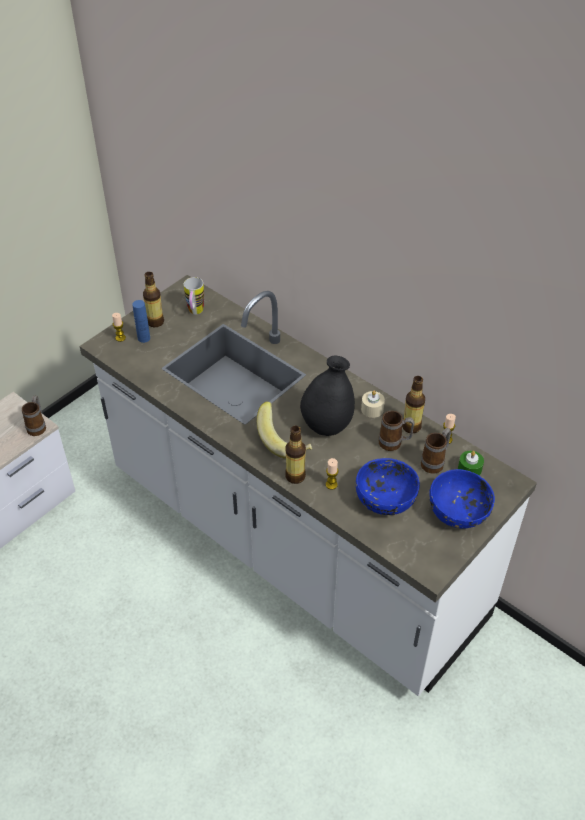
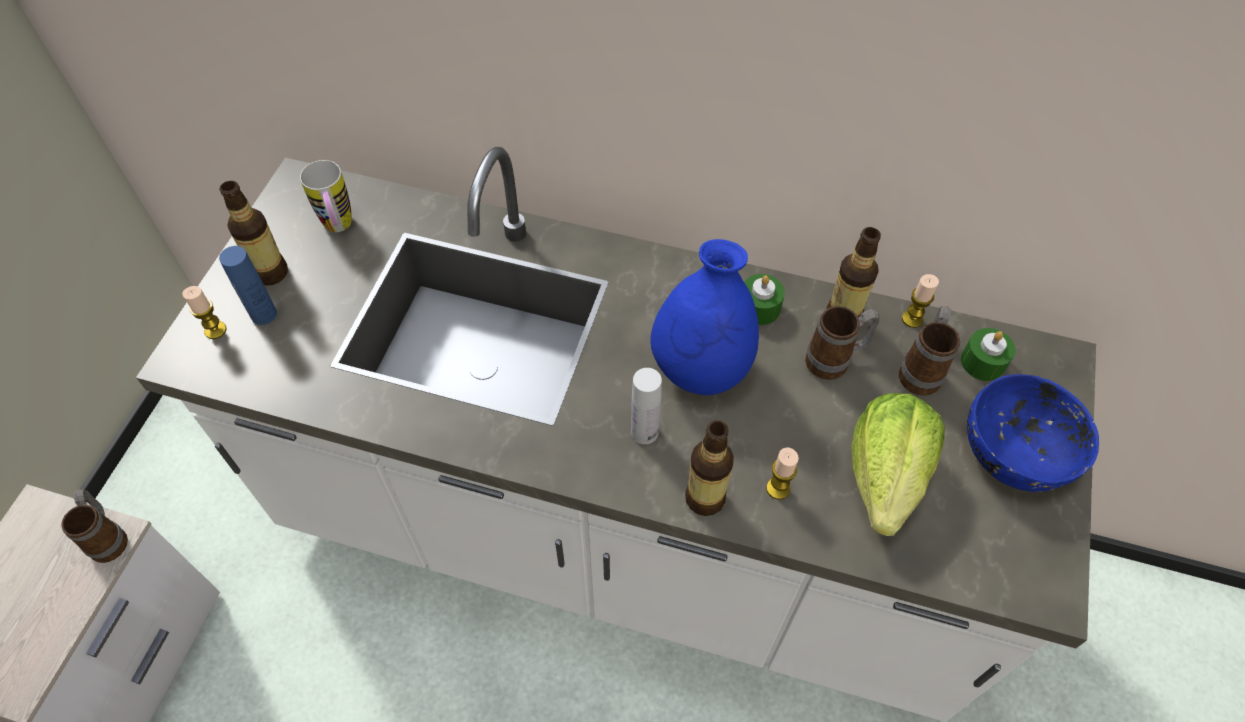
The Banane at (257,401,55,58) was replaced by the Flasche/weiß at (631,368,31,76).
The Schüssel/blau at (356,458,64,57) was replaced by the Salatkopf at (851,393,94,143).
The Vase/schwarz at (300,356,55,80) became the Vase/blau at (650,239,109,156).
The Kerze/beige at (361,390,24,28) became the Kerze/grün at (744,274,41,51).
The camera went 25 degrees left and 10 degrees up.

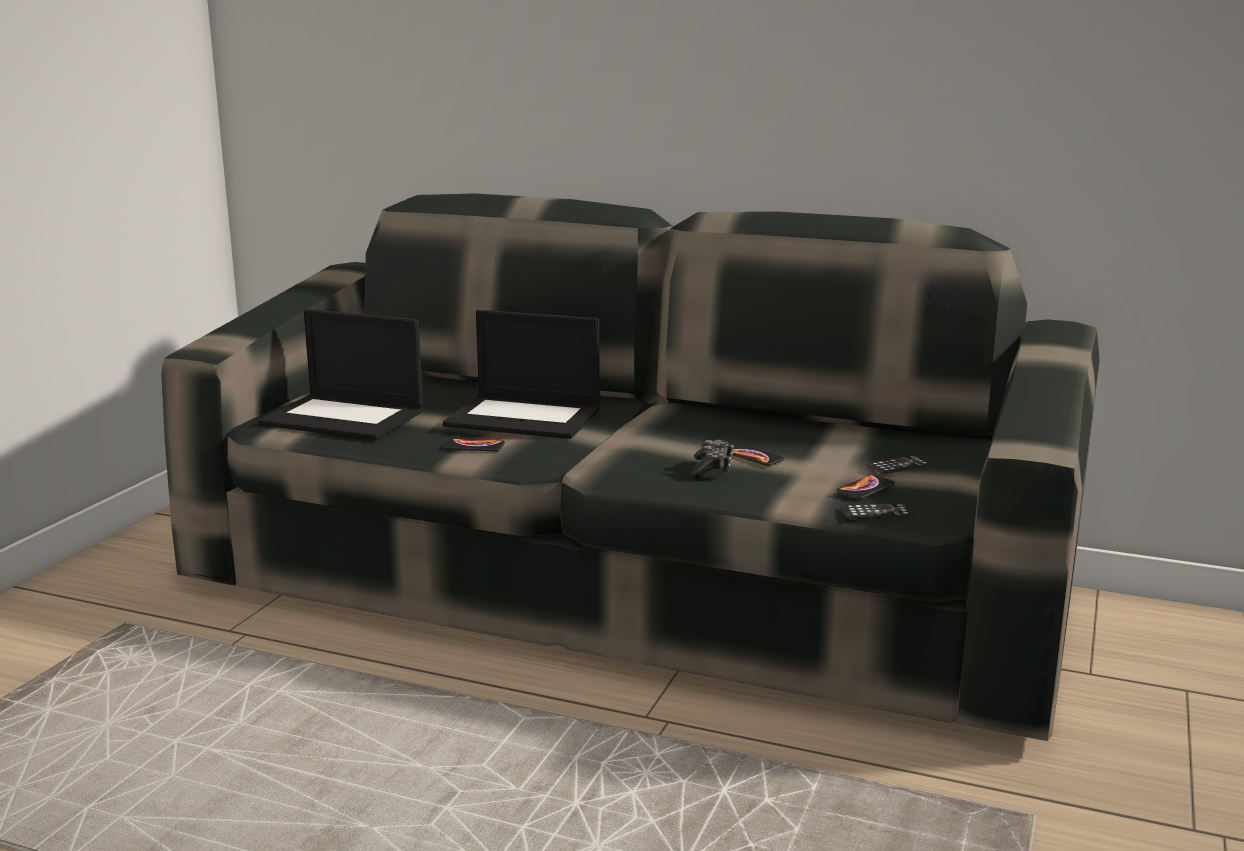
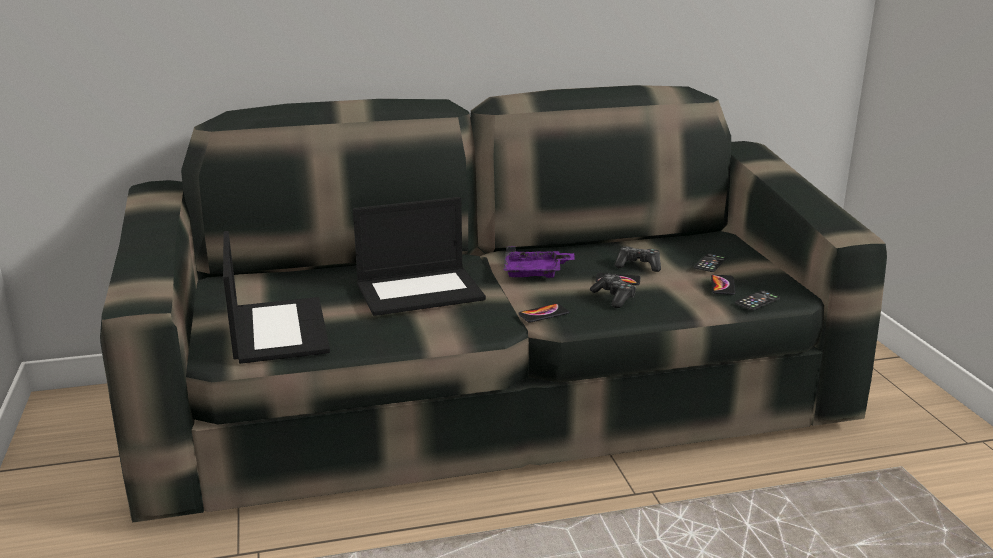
The Tablett/lila at (503,246,72,32) appeared.
The Gamepad at (614,247,47,25) appeared.
The Handy moved from (444,438,61,14) to (518,304,51,19).
The Laptop at (258,309,165,131) turned 90 degrees counterclockwise.
The camera went 35 degrees left and 5 degrees up.

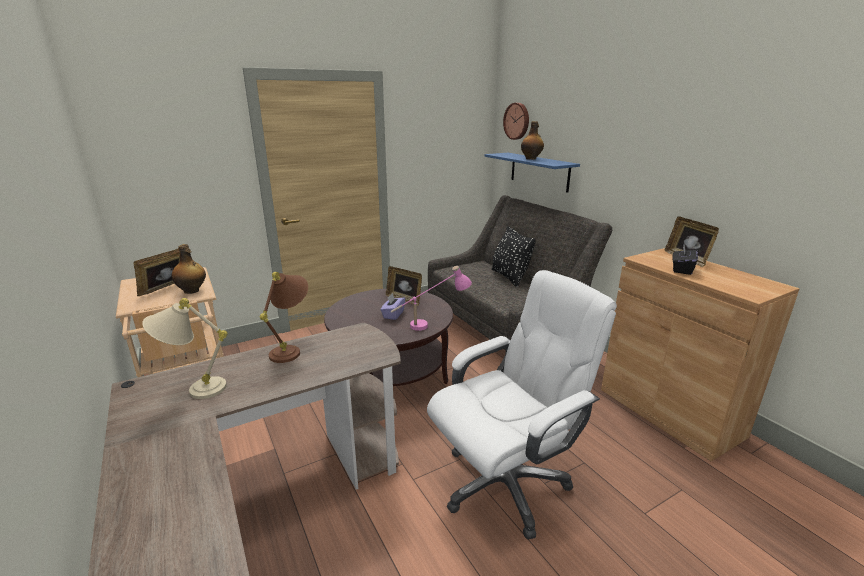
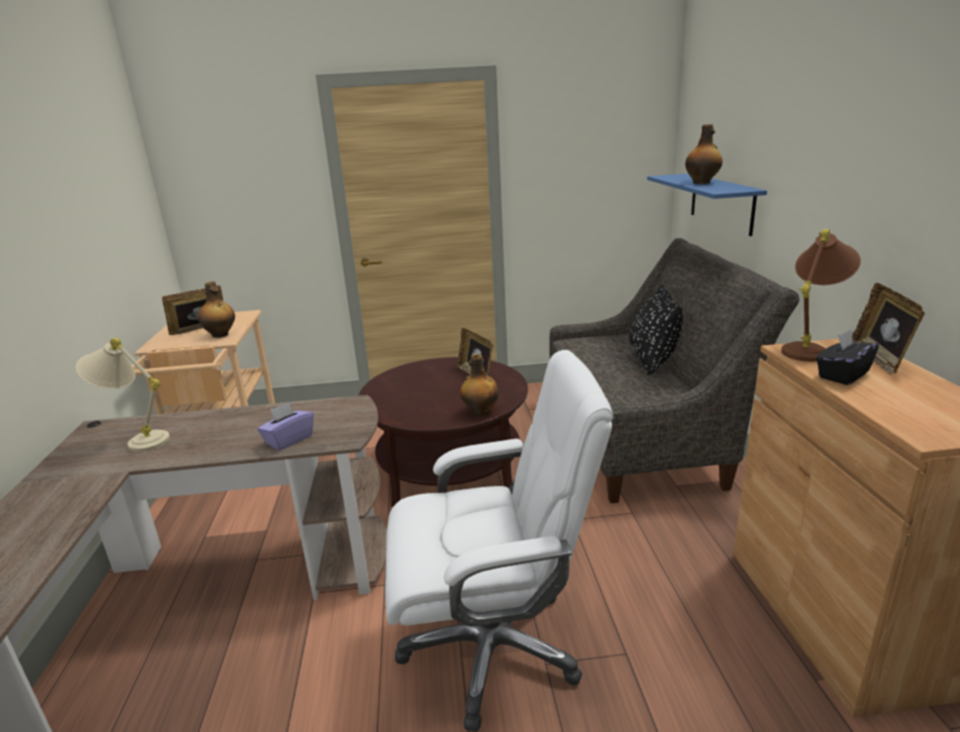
The Wanduhr at (503,103,26,37) disappeared.
The Tischlampe/braun moved from (259,272,49,91) to (781,229,80,133).
The Taschentuchbox/lila moved from (380,293,25,27) to (257,402,57,49).
The Tischlampe/rosa at (391,266,81,65) was replaced by the Flasche at (460,354,39,61).
The camera went 25 degrees right and 0 degrees up.

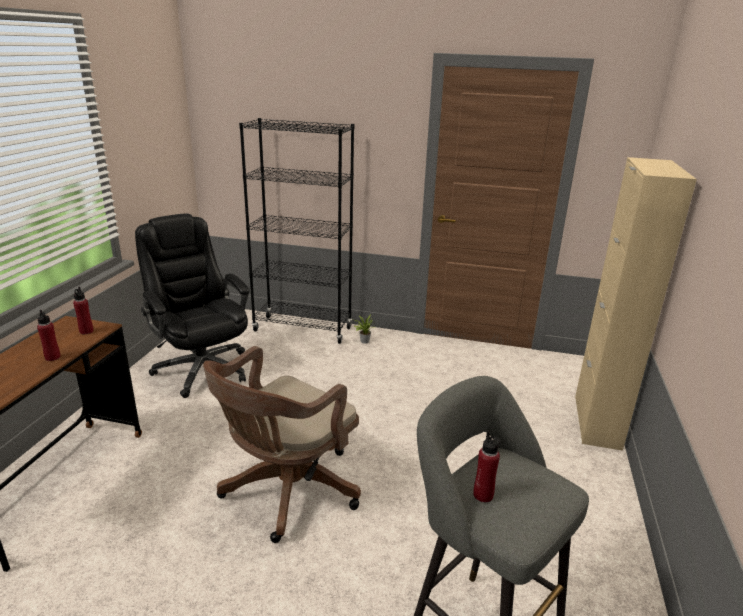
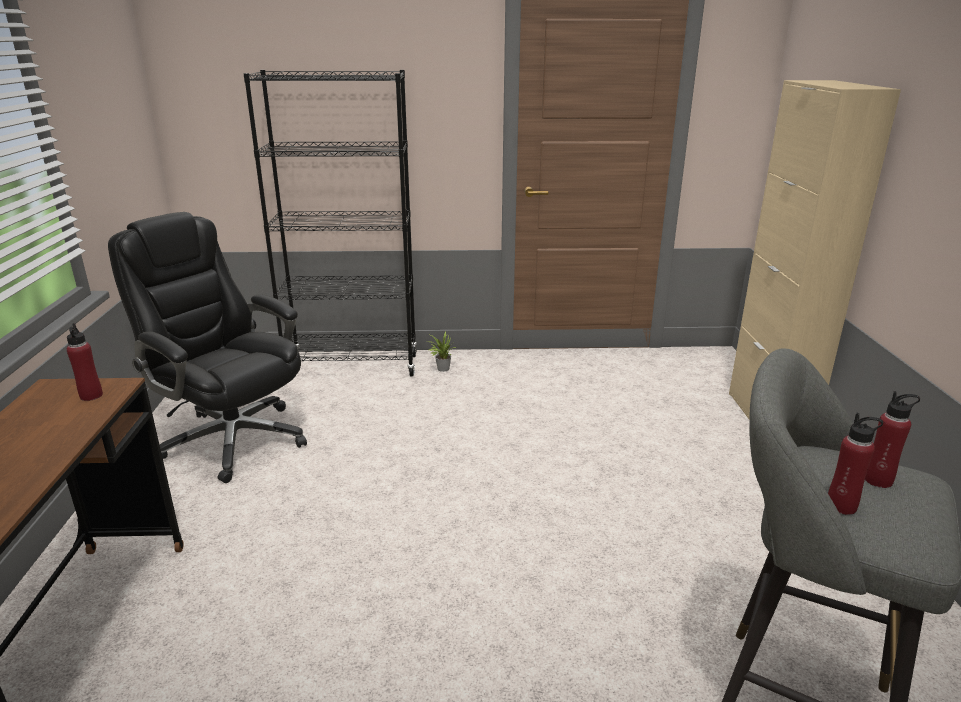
The Bürostuhl/braun at (203,346,158,197) disappeared.
The Flasche/rot moved from (37,310,24,51) to (865,391,55,97).
The camera went 15 degrees left and 0 degrees up.

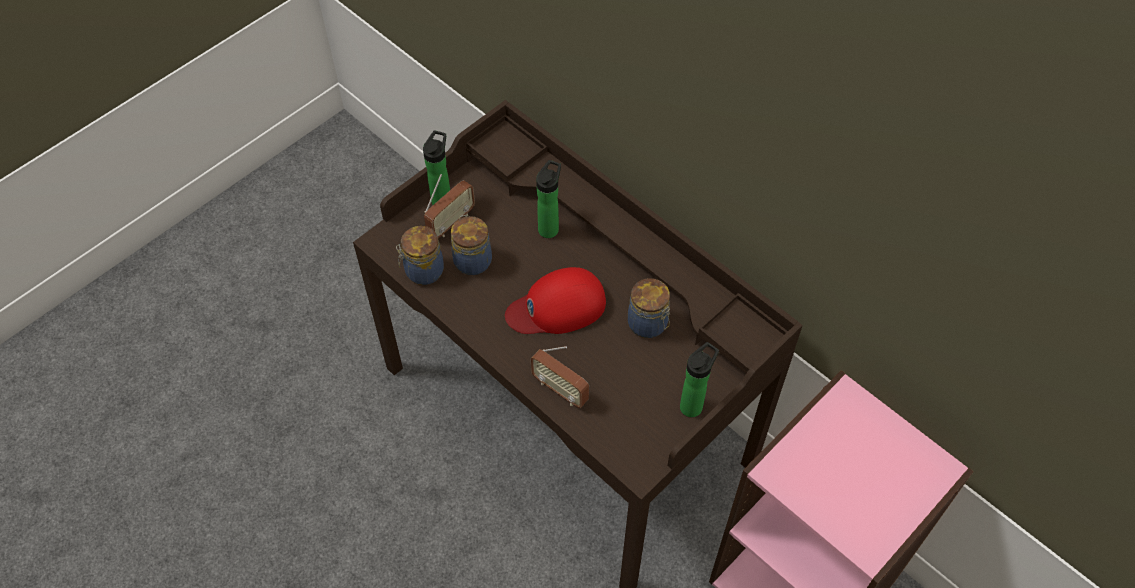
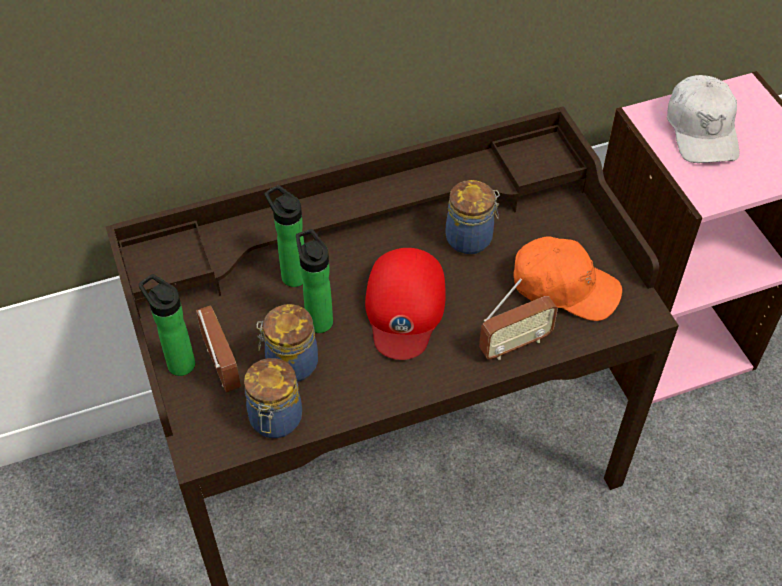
The Kappe/orange at (513,236,109,85) appeared.
The Kappe/weiß at (667,75,72,88) appeared.
The Flasche moved from (680,342,39,75) to (296,229,37,104).
The camera went 65 degrees left and 5 degrees down.

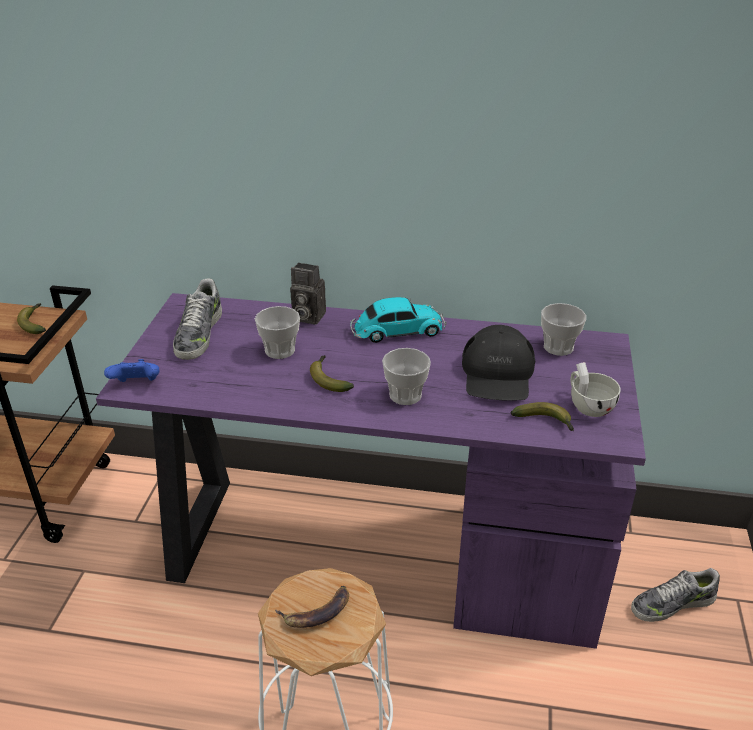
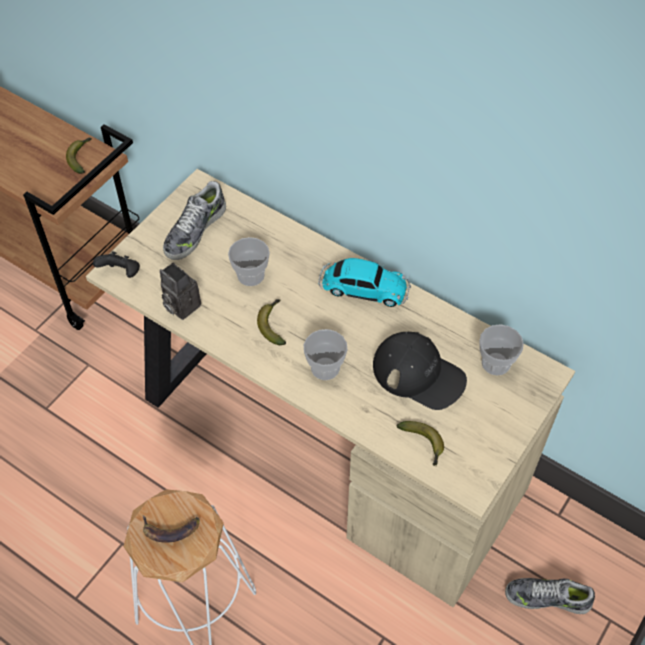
The Tasse/weiß at (570,362,50,55) disappeared.
The Kamera moved from (290,263,36,62) to (160,263,41,57).
The Schreibtisch/lila at (96,293,550,356) became the Schreibtisch/beige at (86,169,489,439).
The Gamepad/blau at (104,359,56,23) became the Gamepad/schwarz at (93,251,47,27).
The Kappe/schwarz at (462,325,73,76) turned 90 degrees counterclockwise.
The camera went 25 degrees right and 20 degrees up.

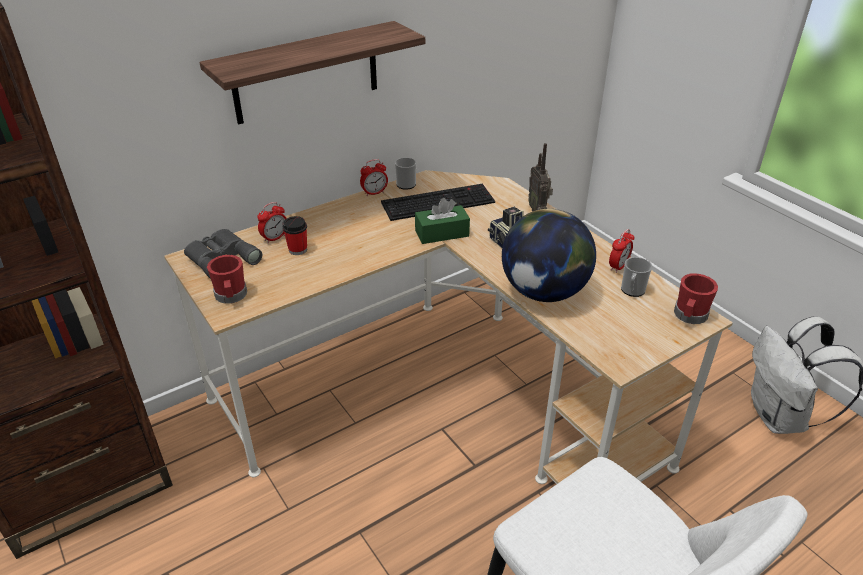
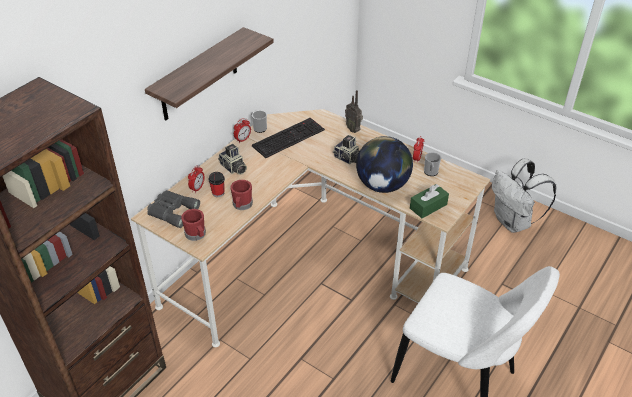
The Kamera at (218,144,29,31) appeared.
The Taschentuchbox/grün moved from (415,198,55,46) to (410,184,39,34).
The Henkelbecher/rot moved from (674,273,44,51) to (230,180,23,30).
The camera went 20 degrees left and 5 degrees up.

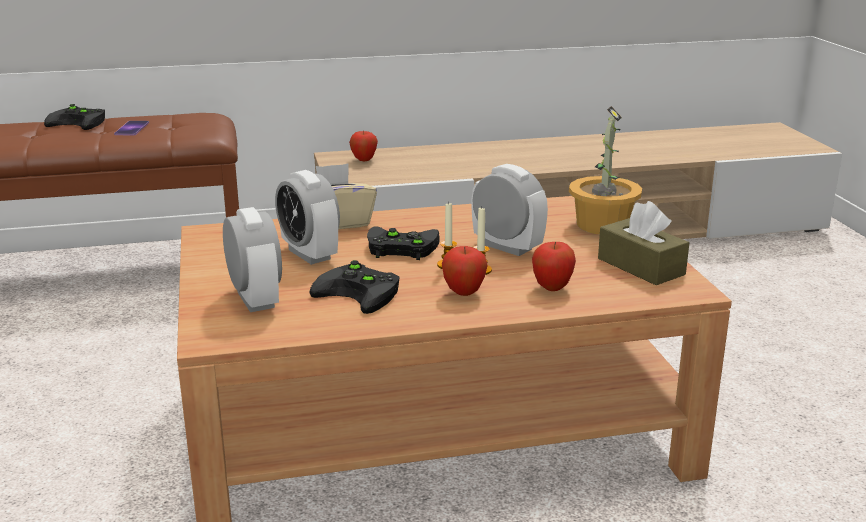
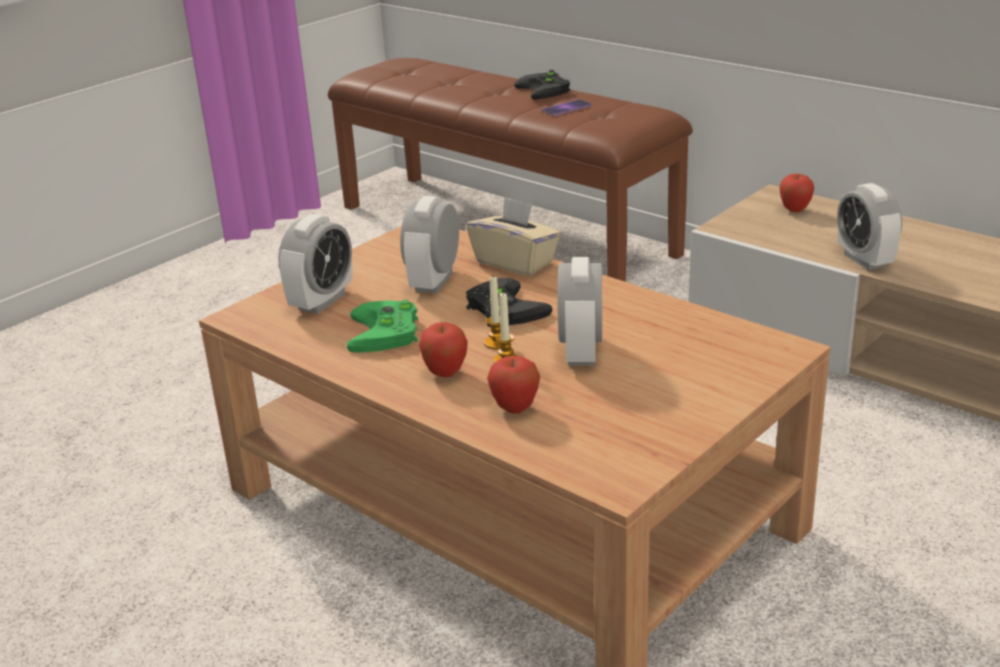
The Topfpflanze at (569,106,73,128) disappeared.
The Taschentuchbox/braun at (598,201,91,84) disappeared.
The Wecker at (837,183,65,87) appeared.
The Gamepad/schwarz at (309,260,91,54) became the Gamepad/grün at (347,300,71,52).
The camera went 55 degrees right and 5 degrees up.

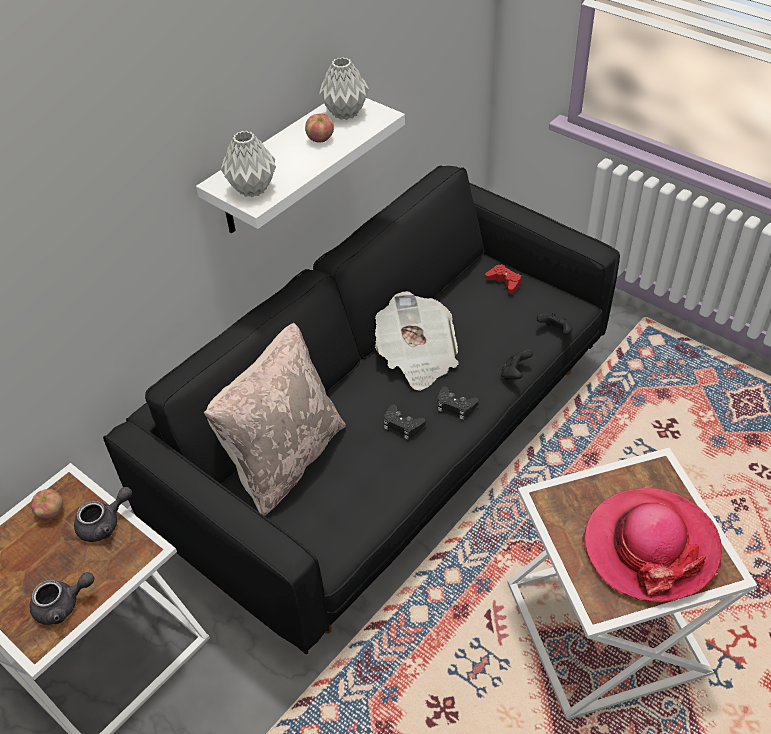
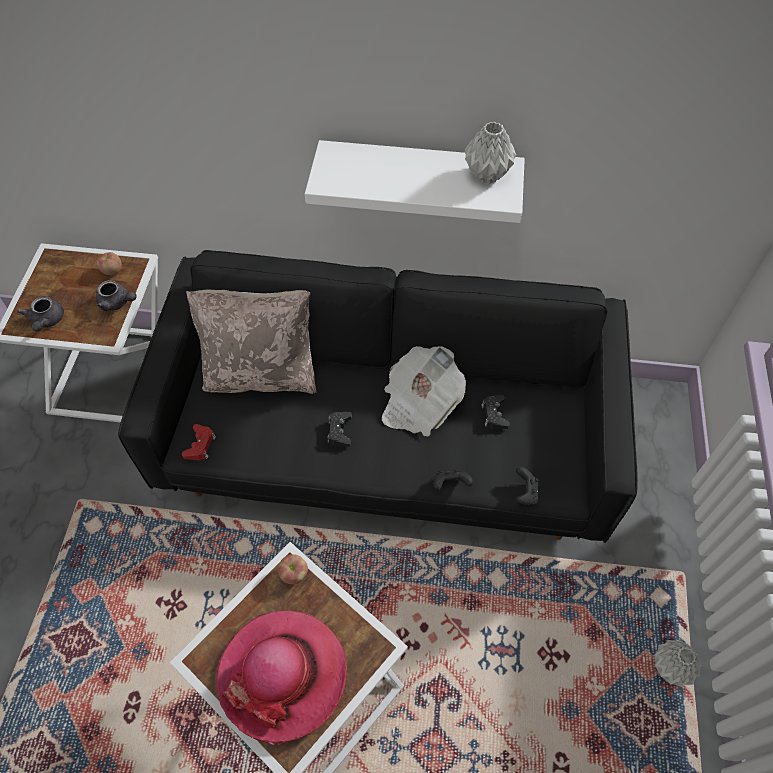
The Vase/grau moved from (221,131,55,66) to (654,640,47,47).
The Apfel moved from (305,114,29,29) to (278,554,30,30).
The Gamepad/schwarz moved from (438,387,41,33) to (481,395,29,34).
The Gamepad/rot moved from (485,264,36,29) to (182,424,34,36).
The Teekanne/grau at (30,572,64,53) turned 45 degrees clockwise.
The camera went 55 degrees right and 10 degrees up.

